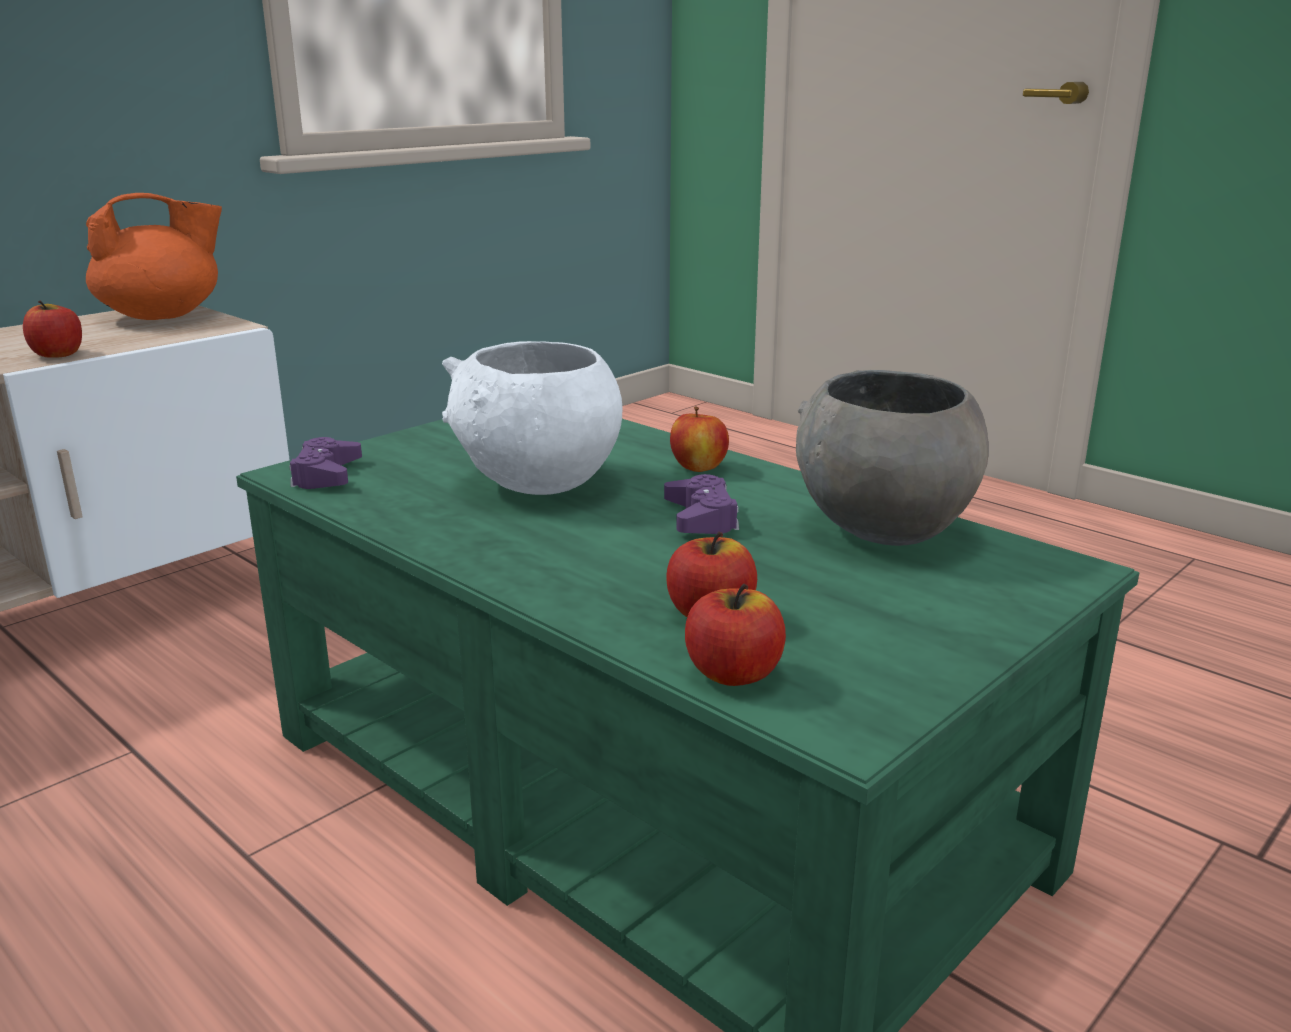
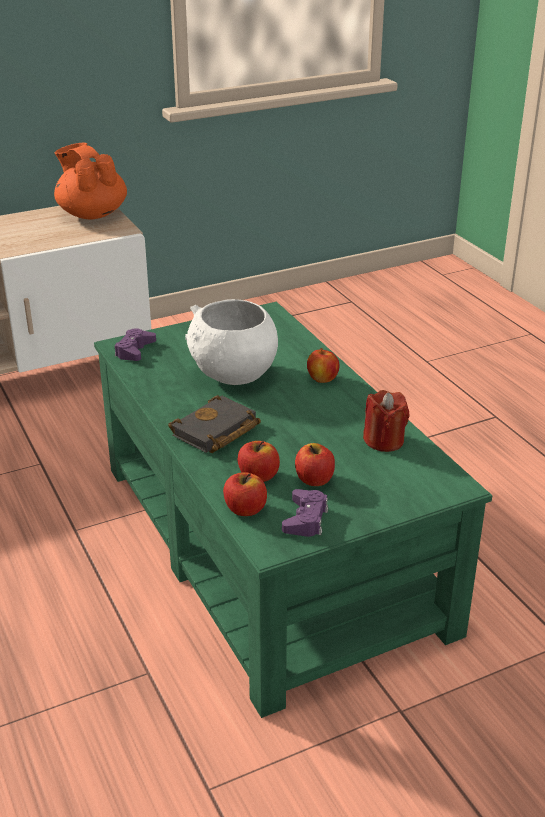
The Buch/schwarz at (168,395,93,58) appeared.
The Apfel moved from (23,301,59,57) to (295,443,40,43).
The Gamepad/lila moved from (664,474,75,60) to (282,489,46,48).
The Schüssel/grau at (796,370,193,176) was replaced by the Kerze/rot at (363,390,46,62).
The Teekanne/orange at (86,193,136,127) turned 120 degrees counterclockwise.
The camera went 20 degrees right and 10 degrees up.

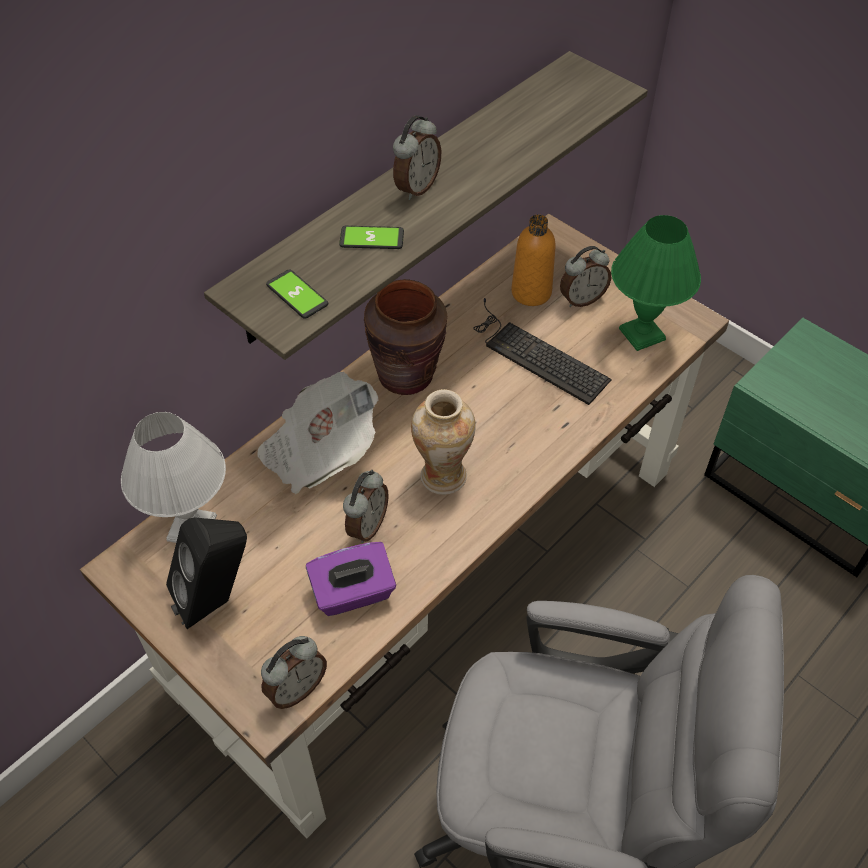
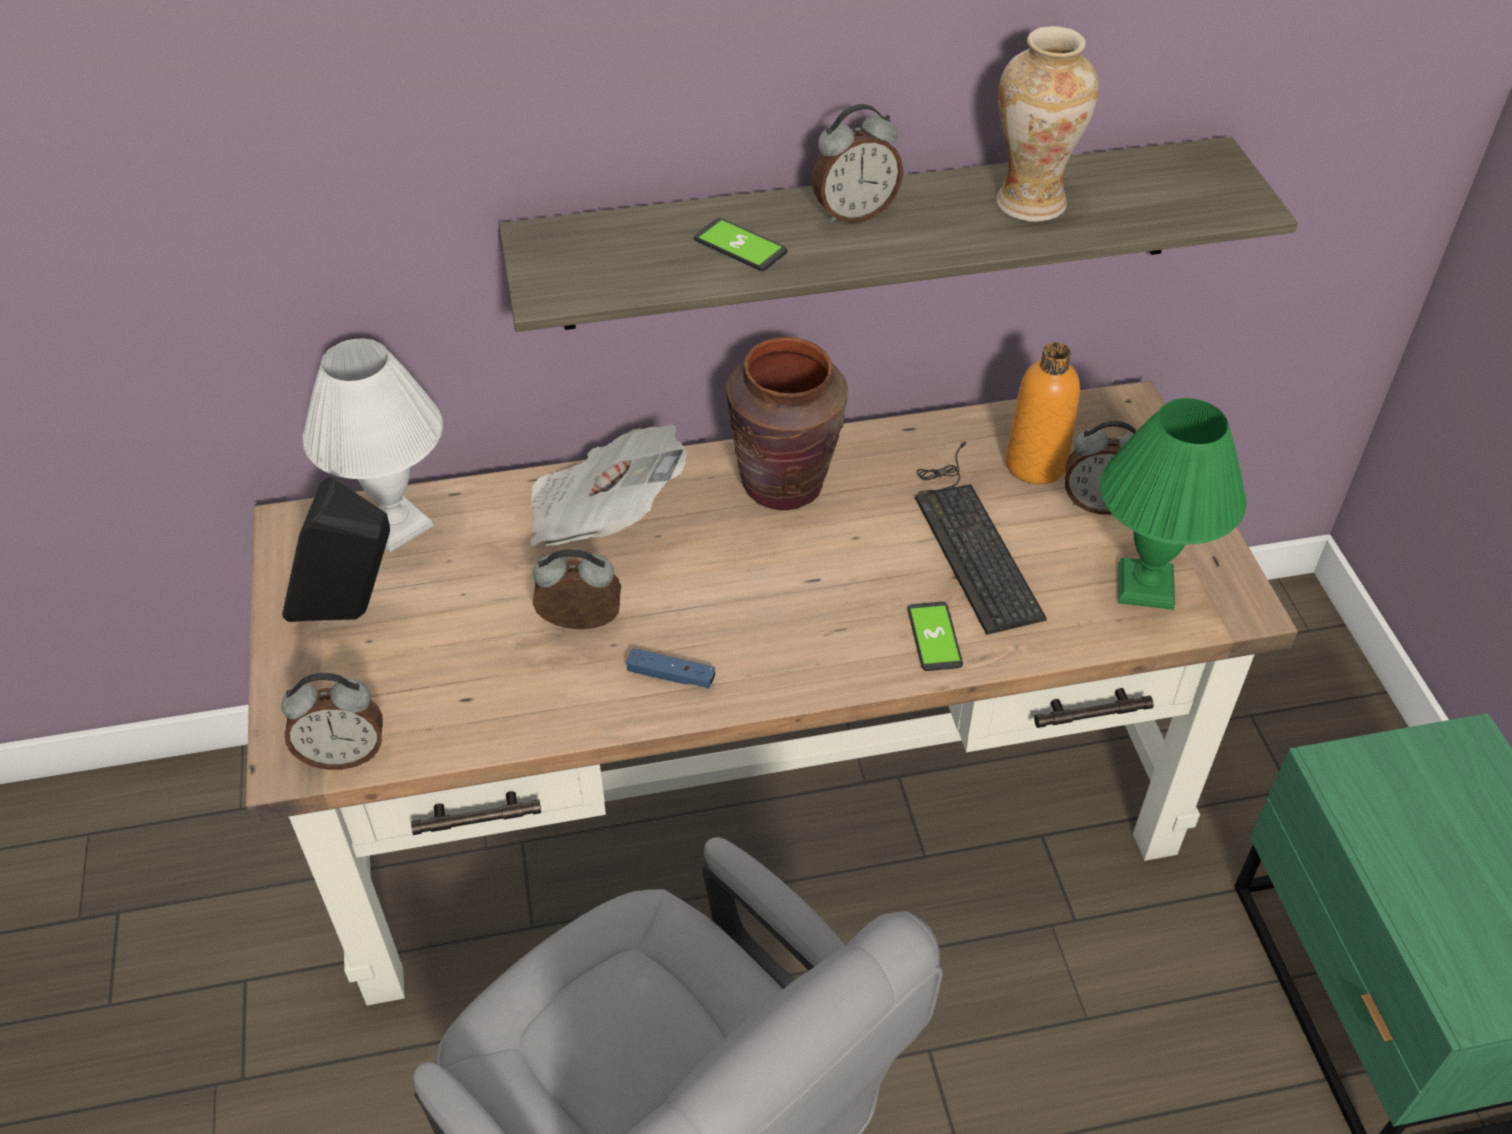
The Taschentuchbox/lila at (306,542,90,74) disappeared.
The Gamepad/blau at (626,648,90,41) appeared.
The Handy moved from (266,270,62,49) to (907,602,56,69).
The Vase moved from (411,389,65,106) to (996,26,103,196).
The Wecker at (343,470,46,73) turned 150 degrees counterclockwise.
The camera went 35 degrees right and 5 degrees down.

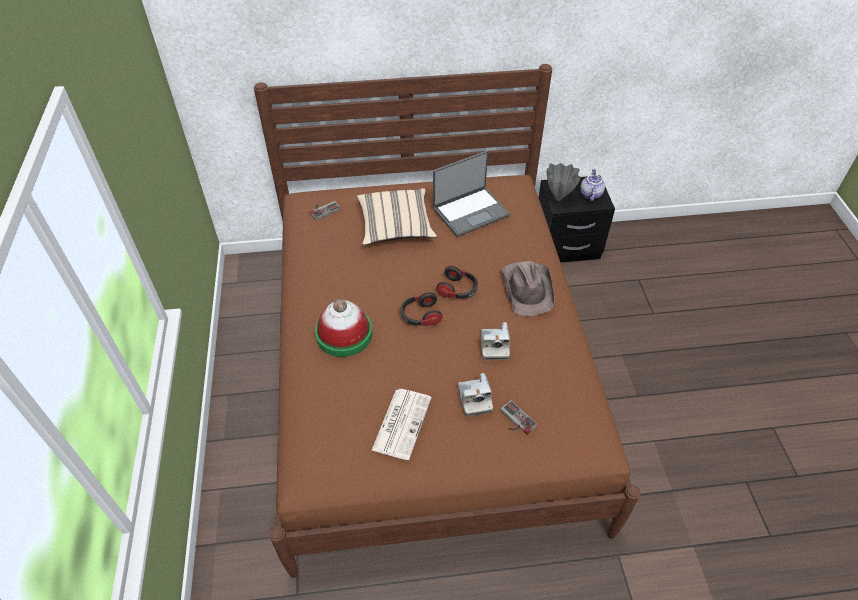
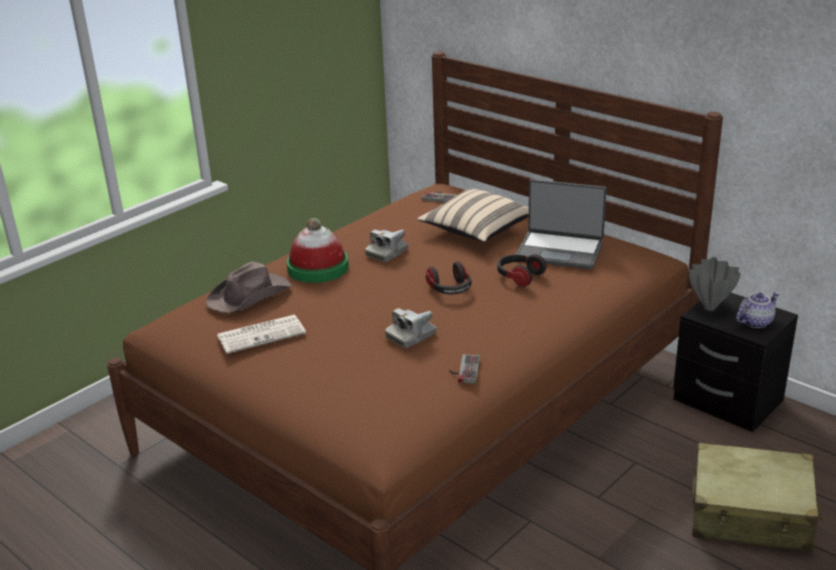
The Koffer/beige at (692,443,131,109) appeared.
The Kopfhörer moved from (400,292,42,34) to (497,254,50,32).
The Kamera moved from (458,373,35,44) to (365,229,43,33).
The Gamepad moved from (500,400,38,35) to (449,354,31,29).
The Hut/braun moved from (502,261,53,55) to (206,262,85,51).
The camera went 50 degrees right and 20 degrees down.

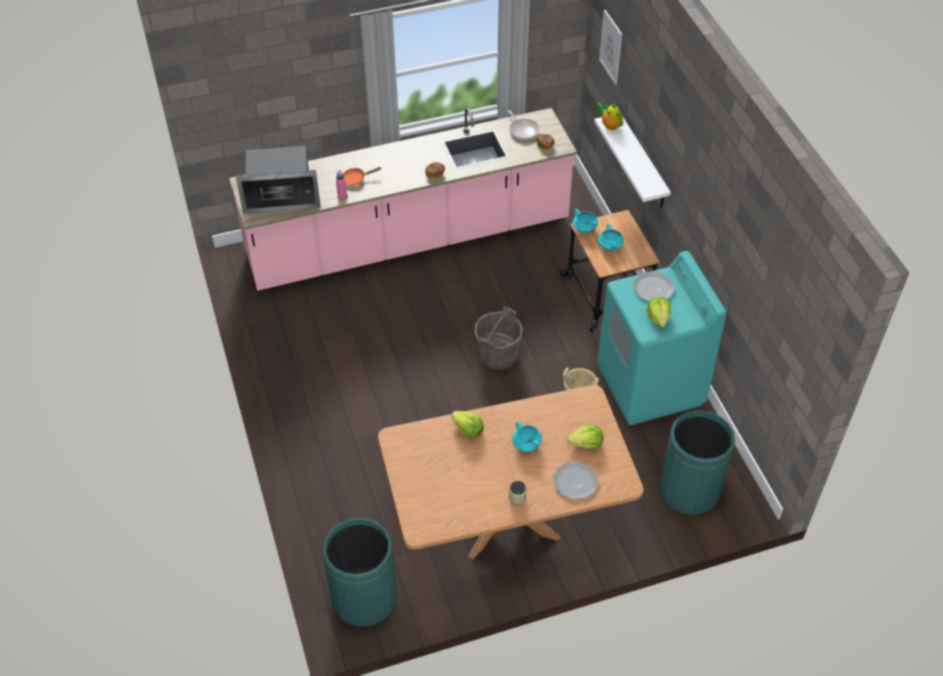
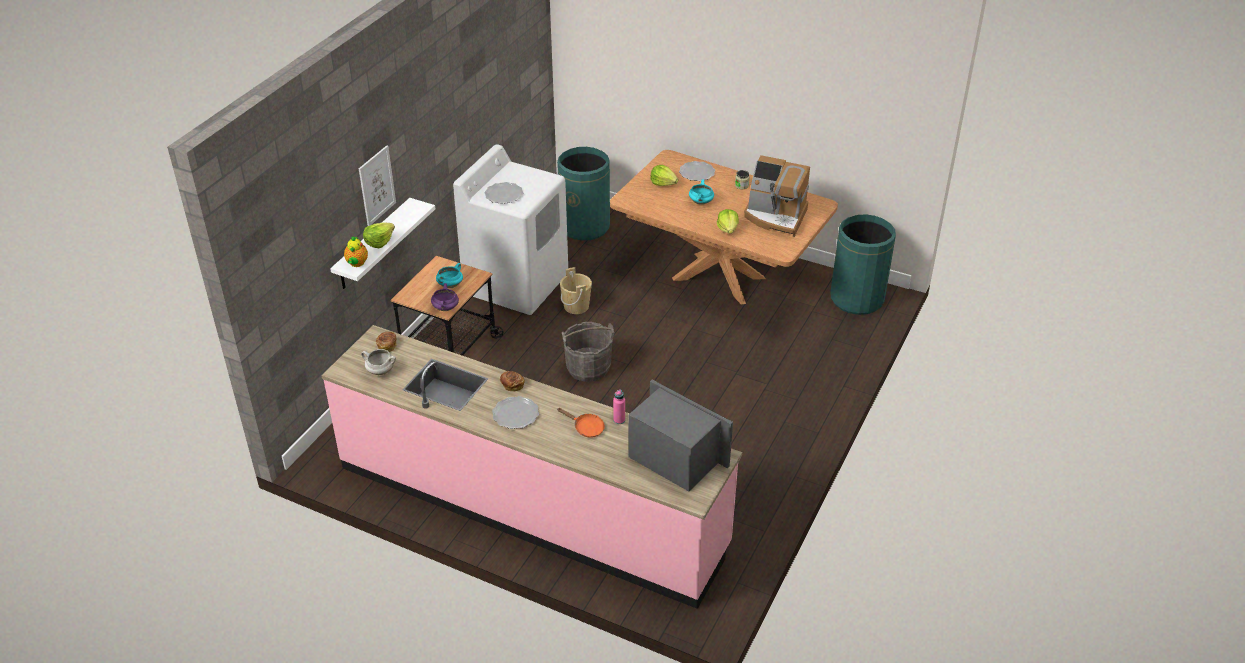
The Teller at (492,396,47,33) appeared.
The Kaffeemaschine at (744,155,66,82) appeared.
The Bild moved from (599,10,23,75) to (359,145,37,81).
The Salatkopf moved from (646,297,25,30) to (363,222,32,26).
The Pfanne at (508,110,32,30) was replaced by the Kochtopf/weiß at (361,349,35,26).
The Kochtopf/türkis at (573,209,25,24) became the Kochtopf/lila at (431,283,28,28).
The Waschmaschine/türkis at (597,251,130,174) became the Waschmaschine/weiß at (453,144,115,171).
The camera went 135 degrees left and 10 degrees down.

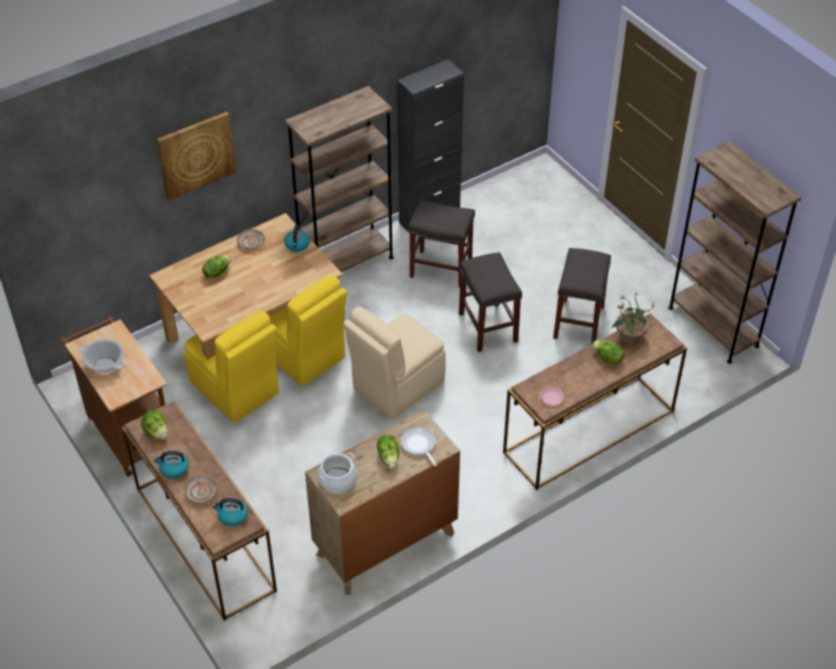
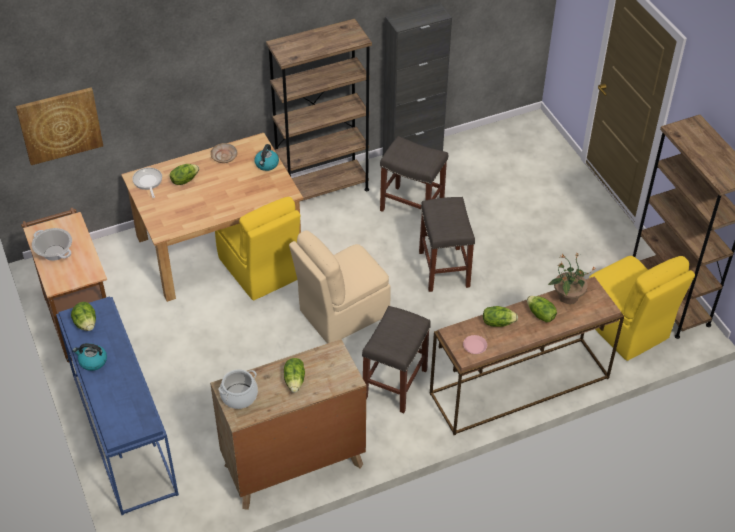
The Teller/beige at (184,475,34,28) disappeared.
The Wasserkessel at (212,498,36,28) disappeared.
The Salatkopf at (483,306,35,21) appeared.
The Bild moved from (157,112,79,89) to (16,87,87,78).
The Stuhl/gelb moved from (184,311,95,112) to (589,256,106,105).
The Pfanne moved from (400,426,37,40) to (132,168,30,30).
The Hocker/grau moved from (553,248,58,97) to (362,306,69,107).
The Konsolentisch/braun at (122,402,155,219) became the Konsolentisch/blau at (56,297,123,218).
The camera went 10 degrees right and 0 degrees up.

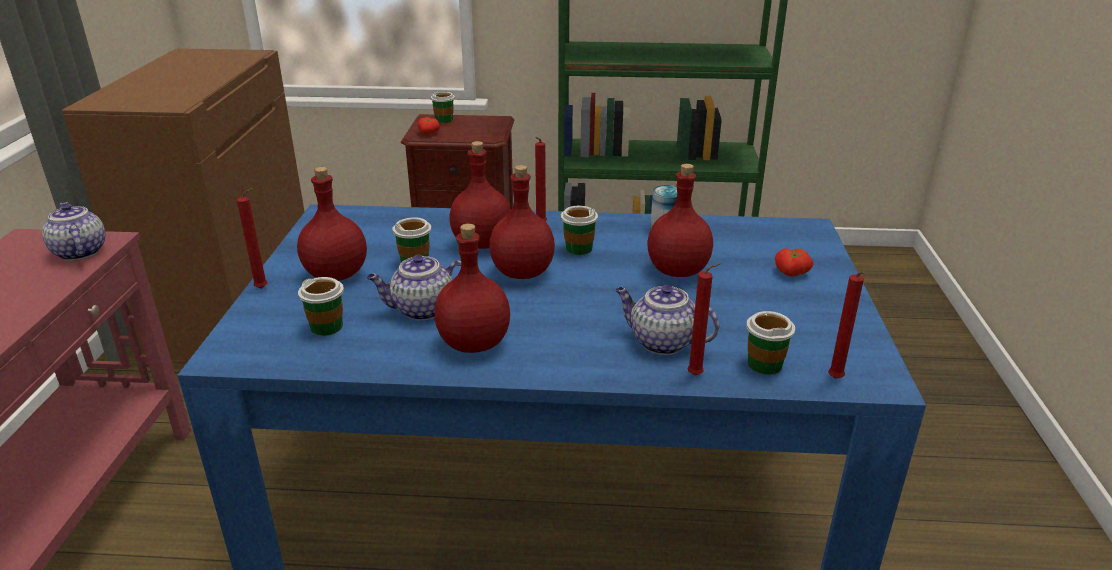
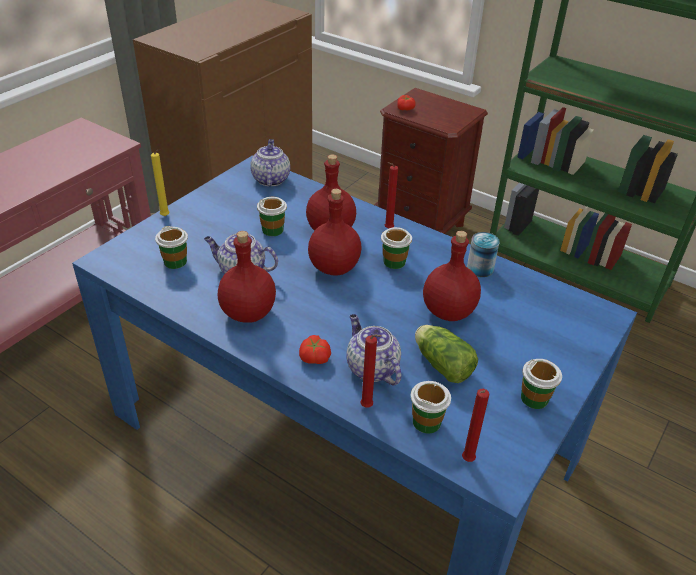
The Flasche/rot at (297,167,70,114) disappeared.
The Salatkopf at (415,325,63,58) appeared.
The Teekanne moved from (42,202,63,59) to (250,139,40,47).
The Tasse moved from (431,92,24,31) to (521,359,41,50).
The Tomate moved from (775,248,38,29) to (299,335,32,29).
The Kerze/rot at (237,188,30,101) became the Kerze/gelb at (151,149,18,67).
The camera went 30 degrees right and 10 degrees up.

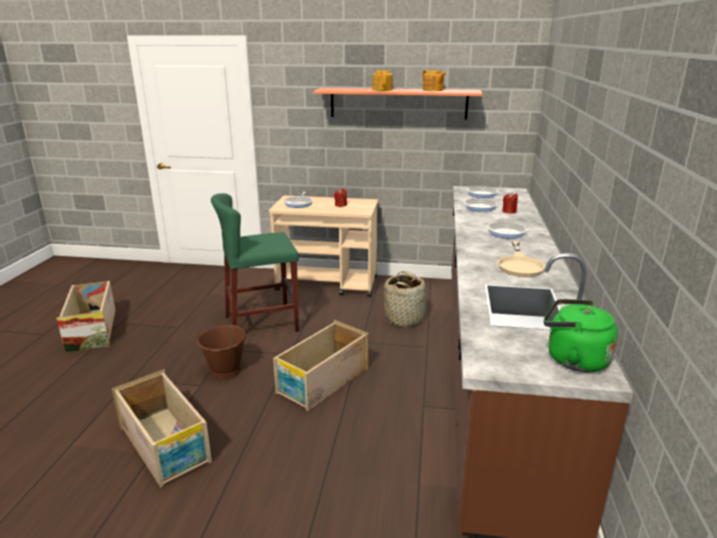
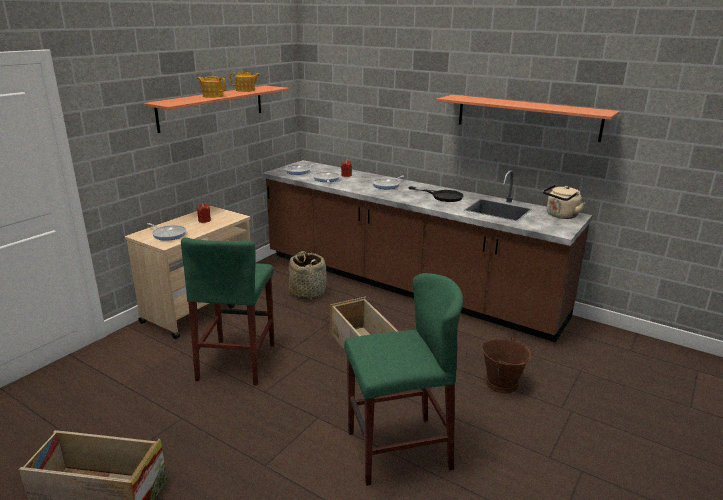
The Wandregal at (437,95,183,47) appeared.
The Eimer/braun moved from (196,325,51,54) to (481,336,50,57).
The Kiste at (112,370,100,118) was replaced by the Hocker/grün at (344,273,119,213).
The Pfanne/beige at (498,241,47,36) became the Pfanne/schwarz at (408,186,56,16).
The Wasserkessel/grün at (544,299,74,73) became the Wasserkessel/beige at (543,184,42,35).
The camera went 65 degrees left and 0 degrees up.

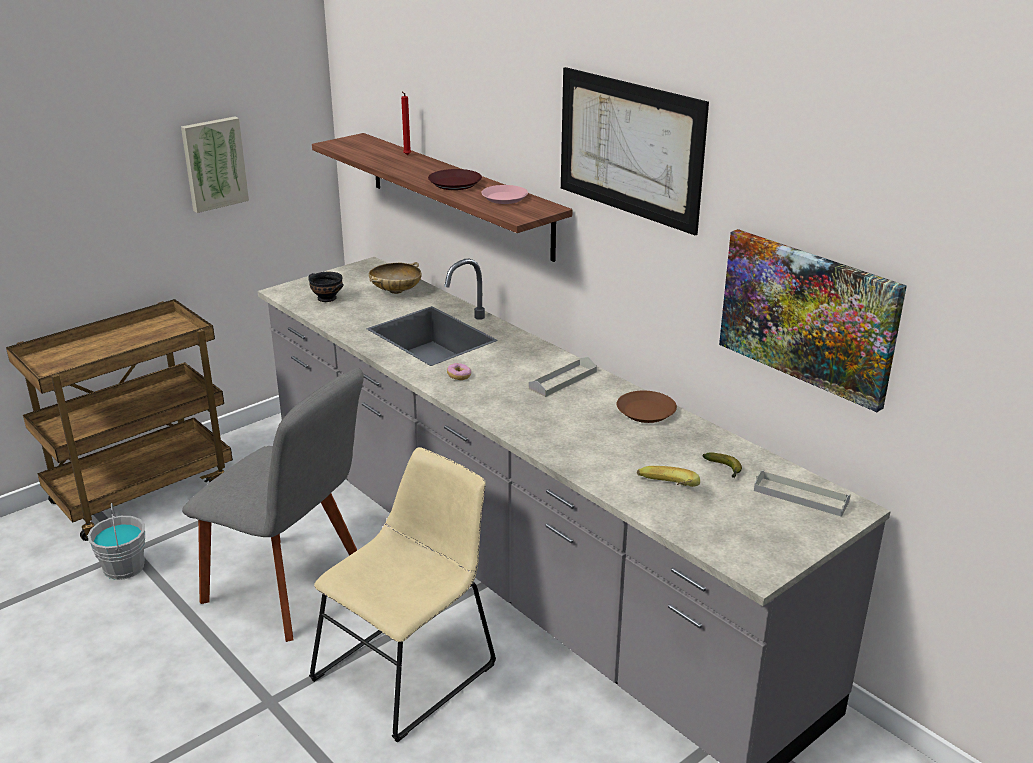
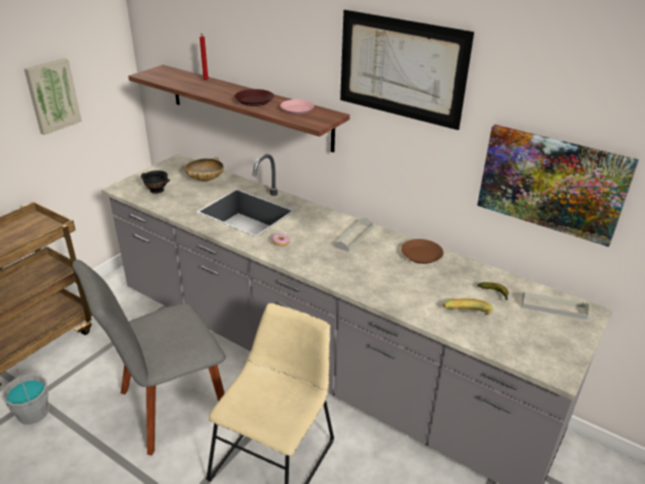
The Stuhl/grau at (182,368,182,274) turned 135 degrees clockwise.
The camera went 15 degrees left and 5 degrees up.

